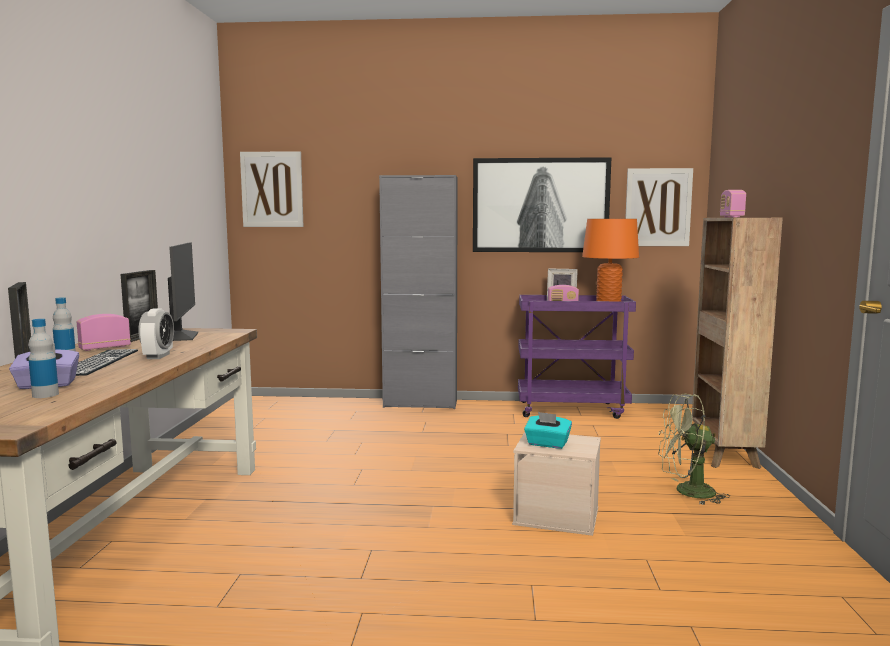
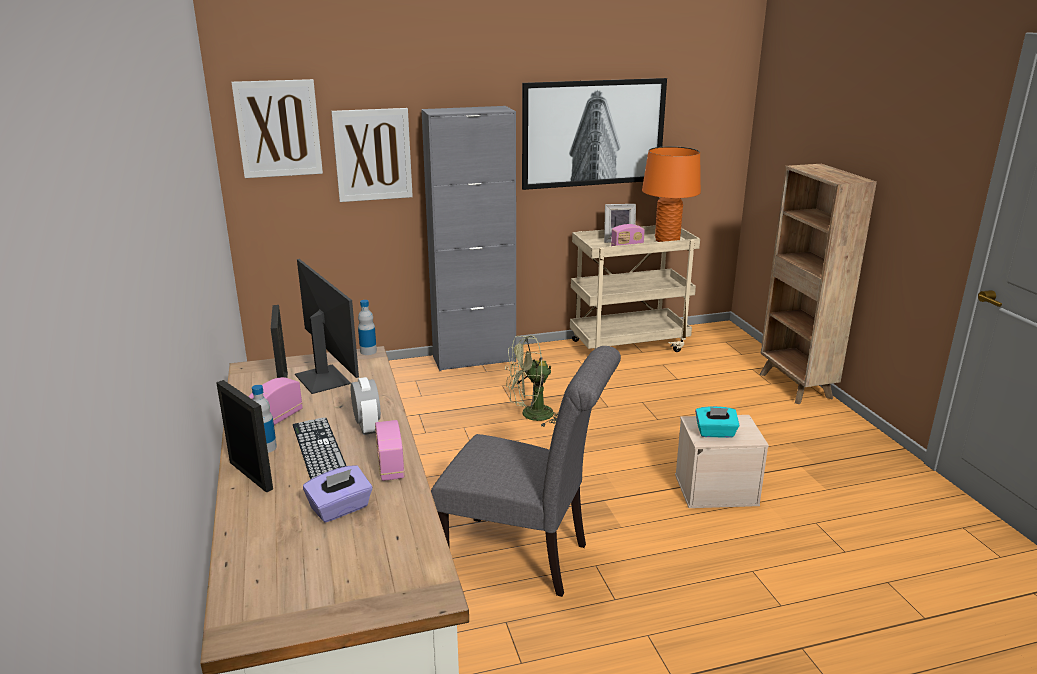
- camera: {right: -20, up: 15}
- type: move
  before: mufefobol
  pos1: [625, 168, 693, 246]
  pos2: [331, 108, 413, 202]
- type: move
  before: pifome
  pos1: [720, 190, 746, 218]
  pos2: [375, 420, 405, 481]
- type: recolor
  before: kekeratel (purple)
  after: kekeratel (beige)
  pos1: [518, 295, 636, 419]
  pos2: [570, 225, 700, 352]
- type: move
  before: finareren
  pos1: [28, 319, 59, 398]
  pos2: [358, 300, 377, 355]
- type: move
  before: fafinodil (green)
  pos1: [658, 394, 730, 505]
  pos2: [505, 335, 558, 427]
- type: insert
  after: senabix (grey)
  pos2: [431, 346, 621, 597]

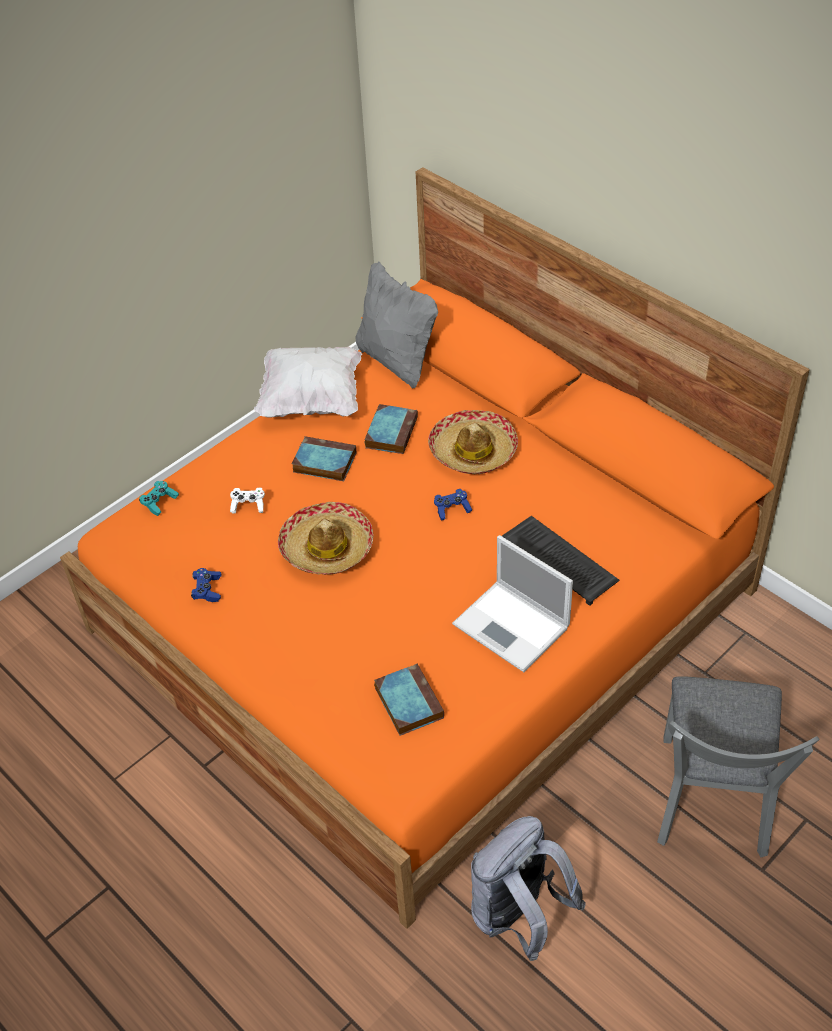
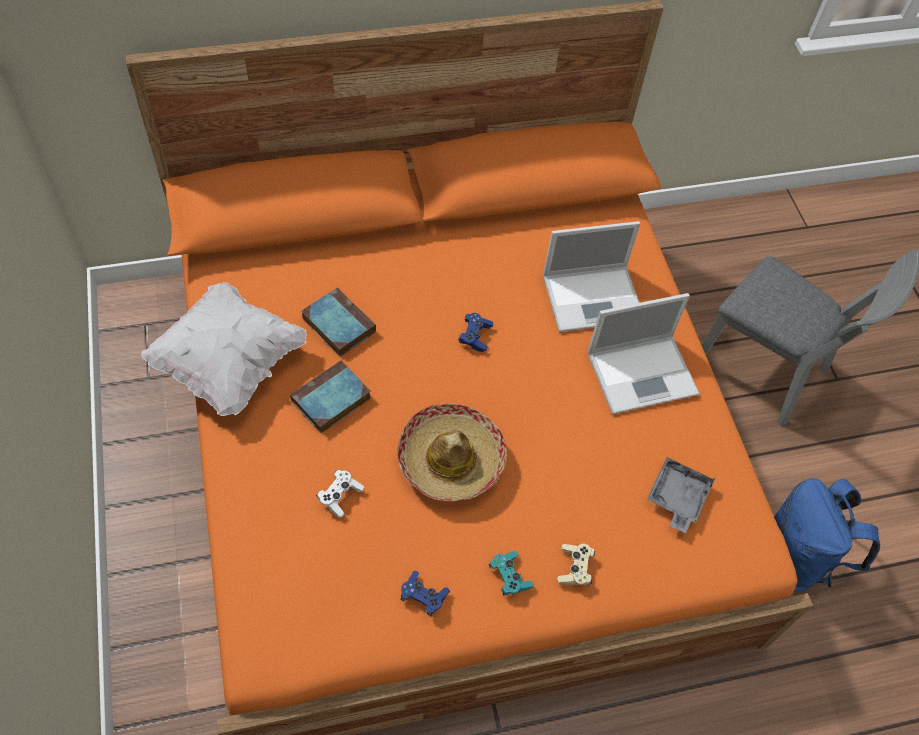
- camera: {right: -65, up: 10}
- type: delete
  before: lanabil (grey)
  pos1: [355, 262, 438, 389]
- type: delete
  before: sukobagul
  pos1: [428, 410, 518, 474]
- type: move
  before: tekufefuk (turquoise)
  pos1: [139, 481, 179, 516]
  pos2: [488, 551, 534, 596]
- type: replace
  before: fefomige
  after: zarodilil
  pos1: [502, 516, 619, 606]
  pos2: [543, 221, 640, 332]
- type: replace
  before: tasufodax
  after: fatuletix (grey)
  pos1: [374, 664, 444, 736]
  pos2: [647, 457, 715, 533]
- type: recolor
  before: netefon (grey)
  after: netefon (blue)
  pos1: [471, 816, 586, 961]
  pos2: [774, 478, 880, 592]
- type: insert
  after: tekufefuk (beige)
  pos2: [557, 544, 596, 585]

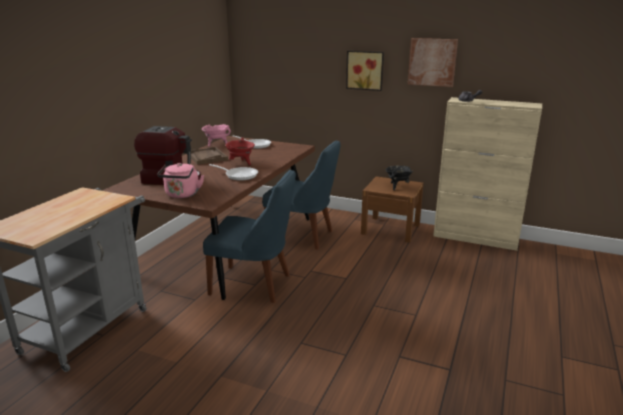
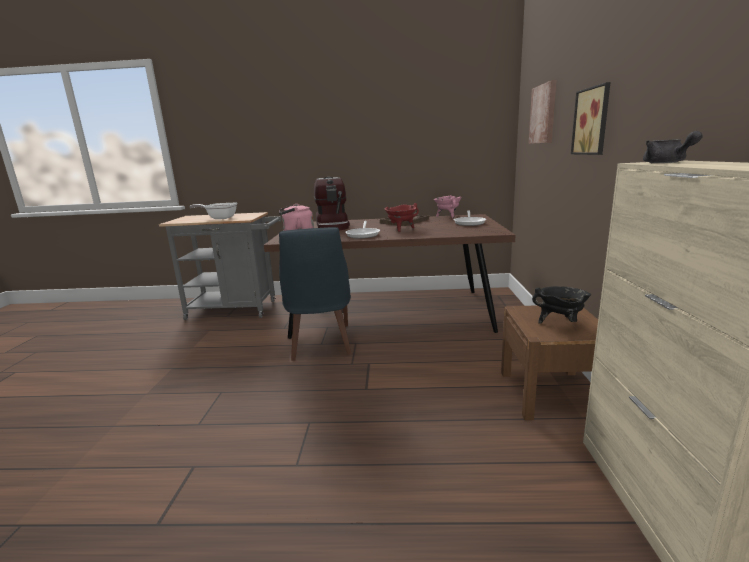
- camera: {right: 70, up: -5}
- type: move
  before: mufefobol
  pos1: [408, 38, 458, 87]
  pos2: [529, 80, 556, 144]
- type: delete
  before: senabix (blue)
  pos1: [263, 140, 340, 250]
- type: insert
  after: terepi
  pos2: [189, 203, 237, 219]

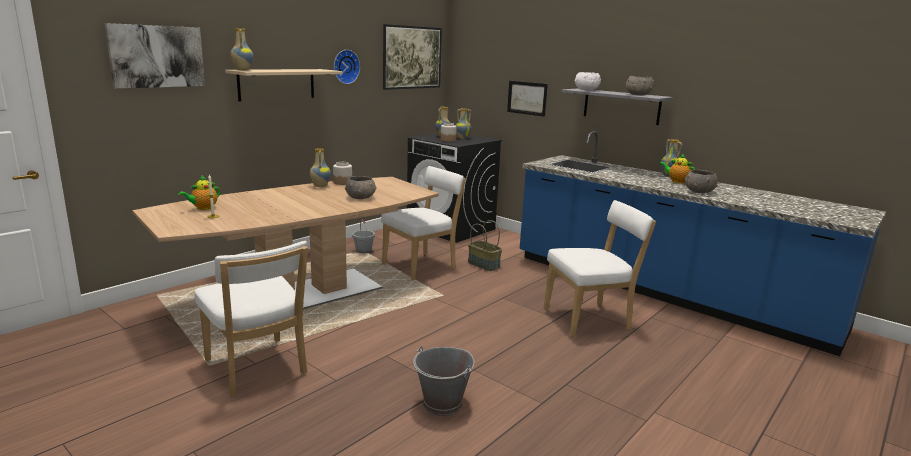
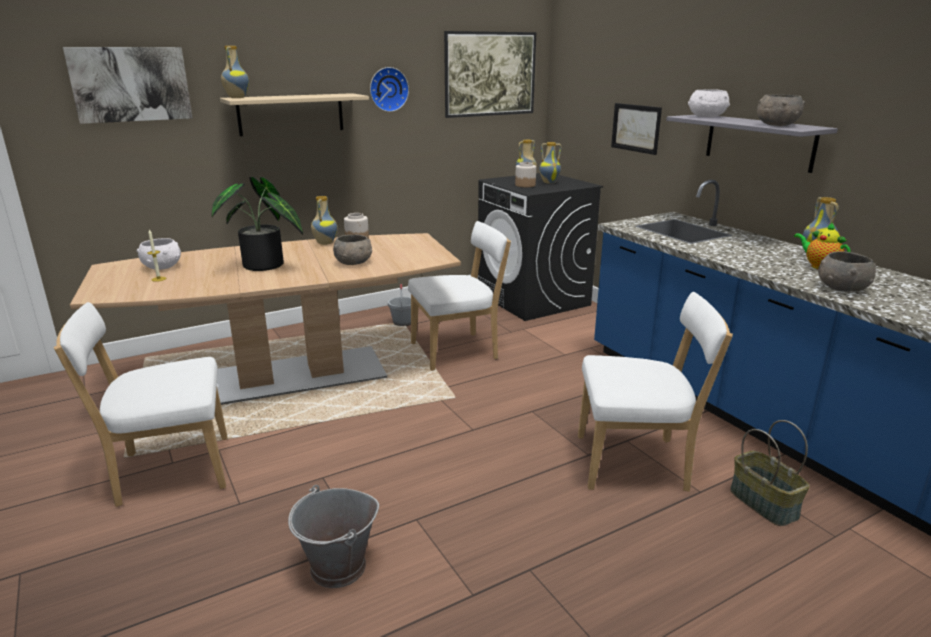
- camera: {right: 20, up: 5}
- type: replace
  before: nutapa
  after: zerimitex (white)
  pos1: [178, 175, 220, 210]
  pos2: [137, 238, 181, 270]
- type: move
  before: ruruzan
  pos1: [468, 220, 502, 271]
  pos2: [730, 420, 810, 526]
- type: rotate
  before: senabix (white)
  pos1: [194, 241, 308, 397]
  pos2: [53, 302, 228, 507]
  turn: 90
- type: insert
  after: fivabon
  pos2: [211, 177, 303, 271]

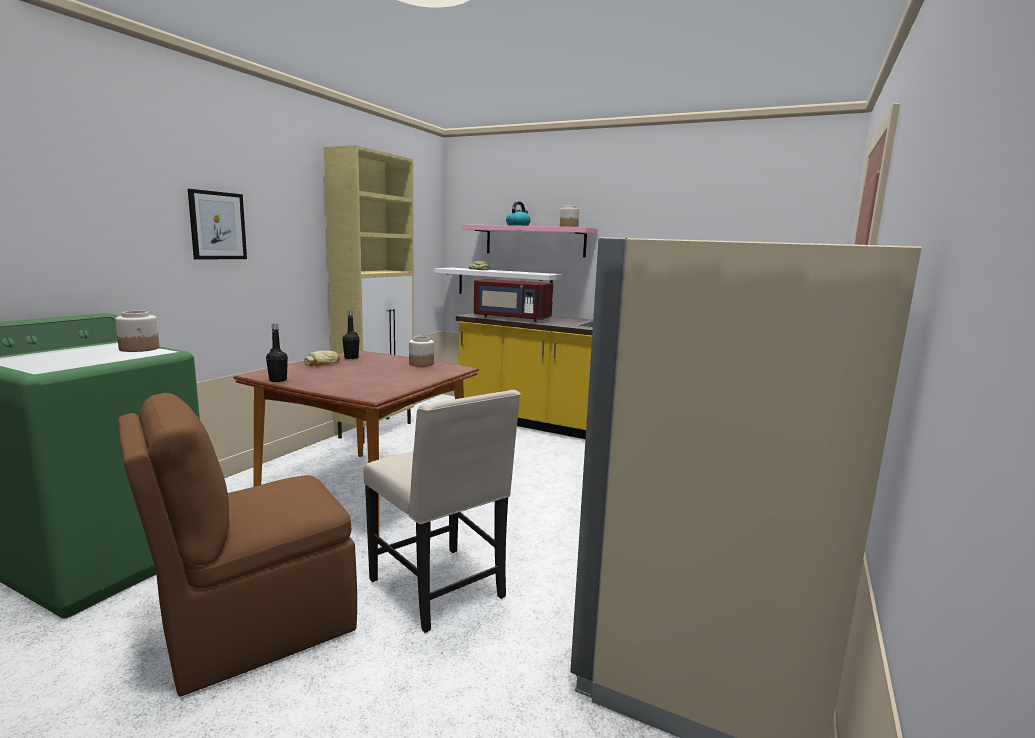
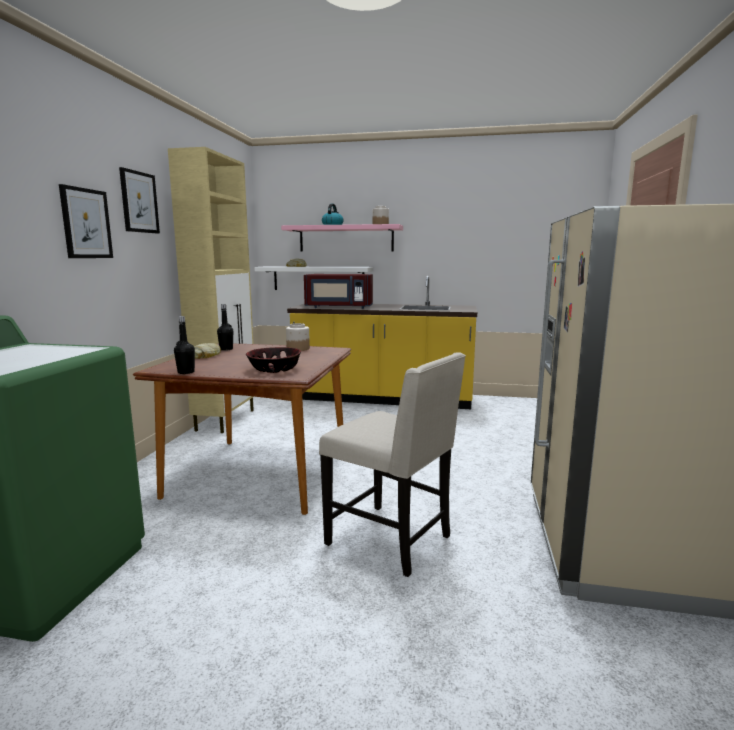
- camera: {right: -15, up: 0}
- type: delete
  before: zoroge
  pos1: [115, 311, 159, 352]
- type: delete
  before: senabix (brown)
  pos1: [118, 393, 357, 697]
- type: insert
  after: mufefobol
  pos2: [119, 167, 160, 234]
- type: insert
  after: zerimitex
  pos2: [246, 347, 301, 373]

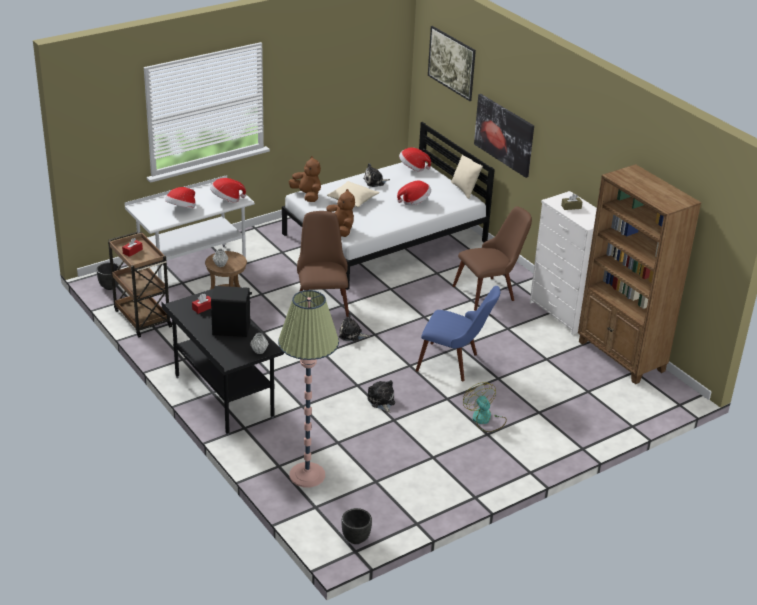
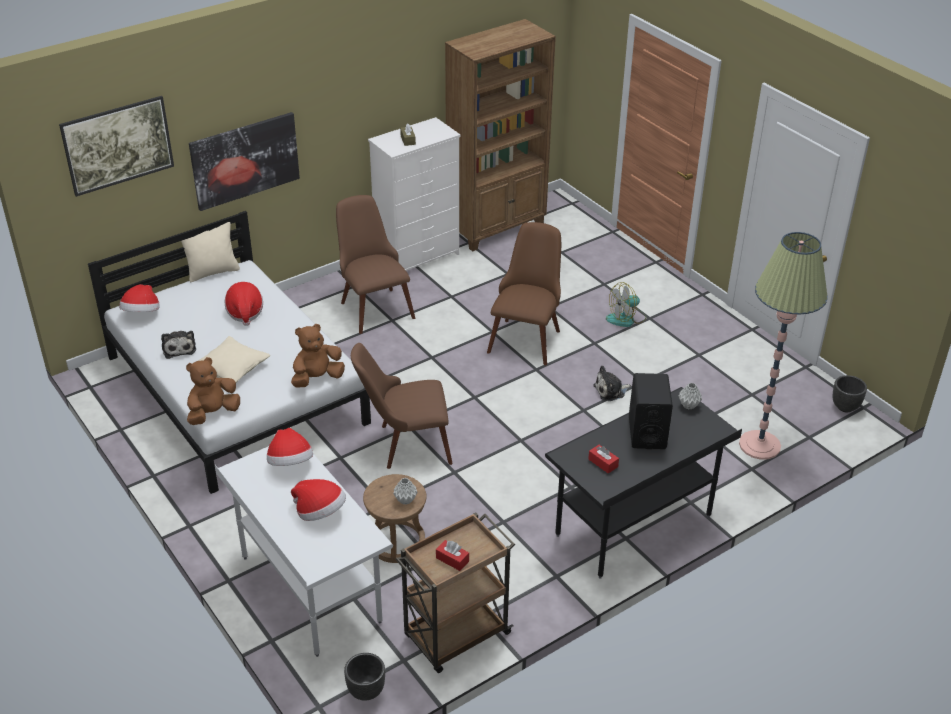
- camera: {right: -90, up: 5}
- type: recolor
  before: senabix (blue)
  after: senabix (brown)
  pos1: [416, 286, 501, 381]
  pos2: [487, 222, 561, 365]
- type: delete
  before: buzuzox
  pos1: [339, 313, 370, 342]

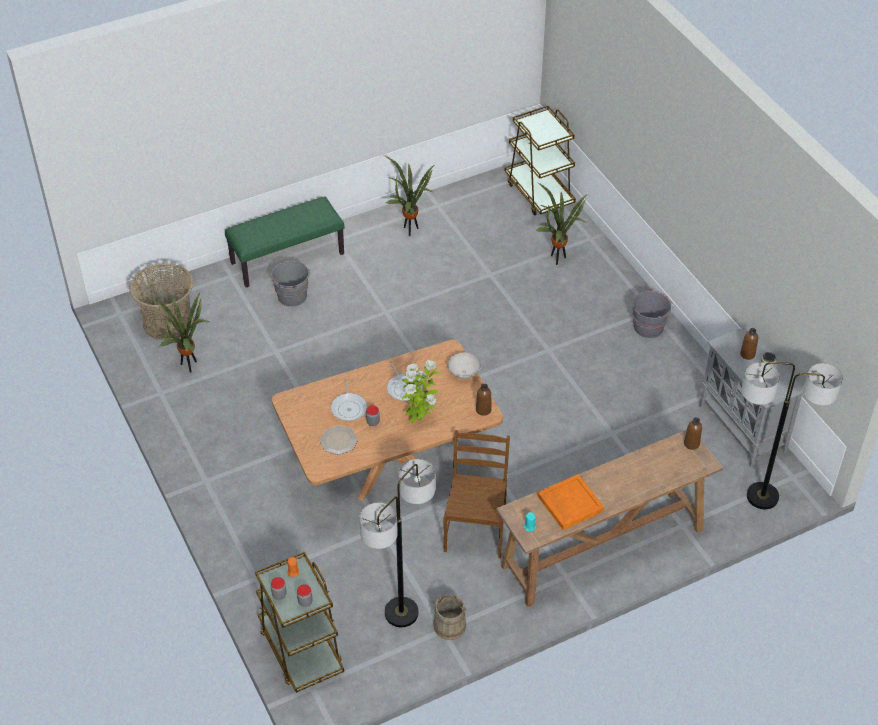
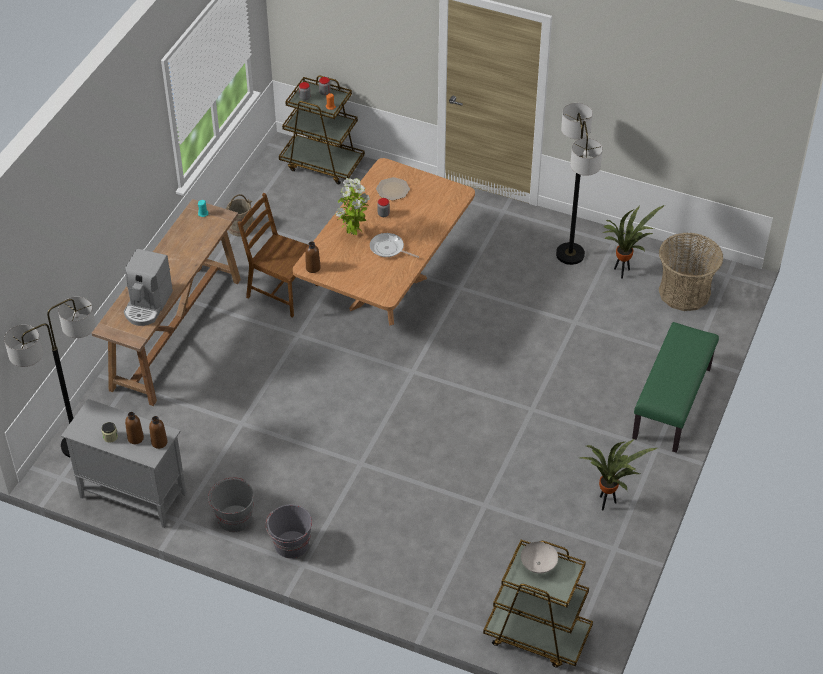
- camera: {right: 140, up: 0}
- type: delete
  before: fivabon
  pos1: [535, 182, 588, 265]
- type: move
  before: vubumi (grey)
  pos1: [271, 261, 310, 307]
  pos2: [208, 477, 254, 532]
- type: move
  before: zerimitex (white)
  pos1: [448, 353, 481, 379]
  pos2: [521, 542, 558, 574]
- type: delete
  before: terepi
  pos1: [331, 379, 367, 421]
- type: move
  before: finareren (brown)
  pos1: [684, 417, 702, 450]
  pos2: [149, 416, 168, 449]
- type: rotate
  before: senabix (brown)
  pos1: [444, 430, 510, 558]
  pos2: [238, 193, 318, 318]
  turn: 150
- type: move
  before: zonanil
  pos1: [359, 459, 435, 627]
  pos2: [556, 103, 603, 265]
- type: delete
  before: fatuletix (orange)
  pos1: [538, 474, 604, 530]
- type: insert
  after: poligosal
  pos2: [124, 249, 173, 326]

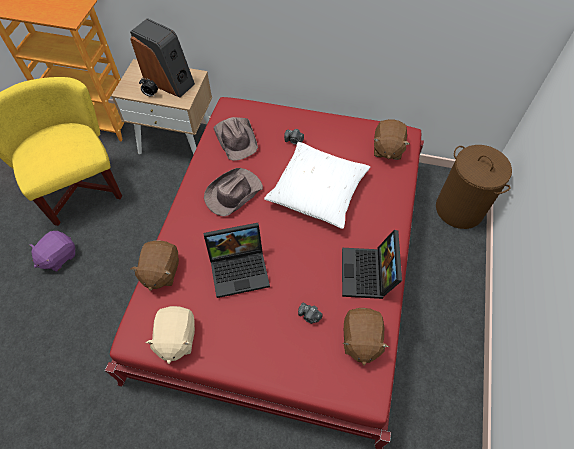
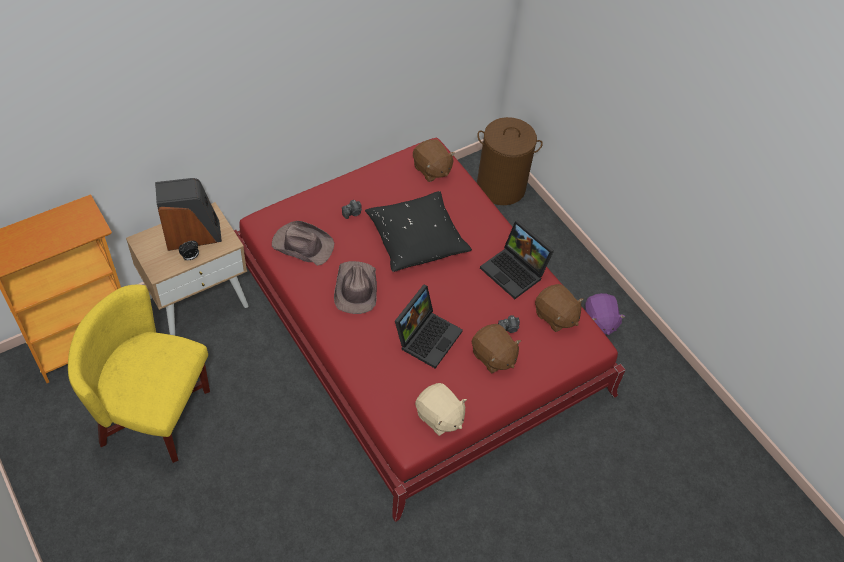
- camera: {right: -50, up: -5}
- type: recolor
  before: lanabil (white)
  after: lanabil (black)
  pos1: [264, 142, 370, 229]
  pos2: [365, 191, 472, 272]
- type: move
  before: buzuzox (purple)
  pos1: [29, 231, 75, 272]
  pos2: [585, 293, 625, 335]
- type: move
  before: buzuzox (brown)
  pos1: [131, 240, 179, 291]
  pos2: [472, 324, 521, 373]

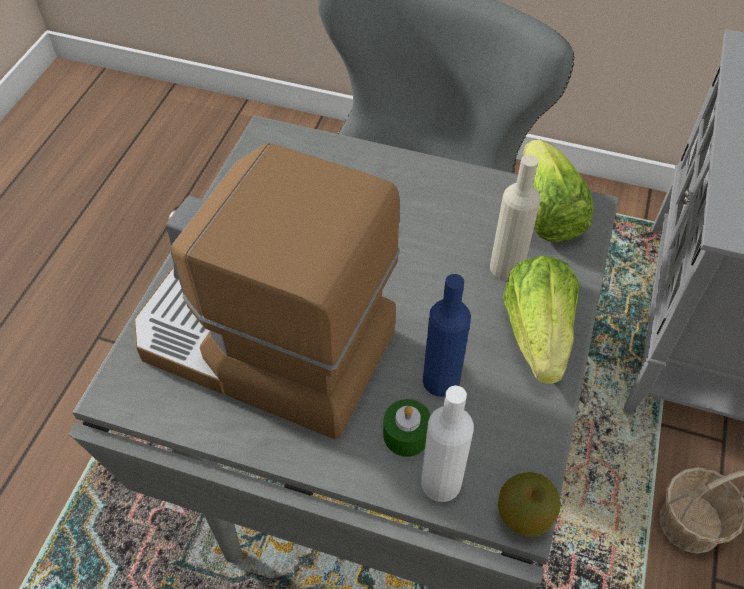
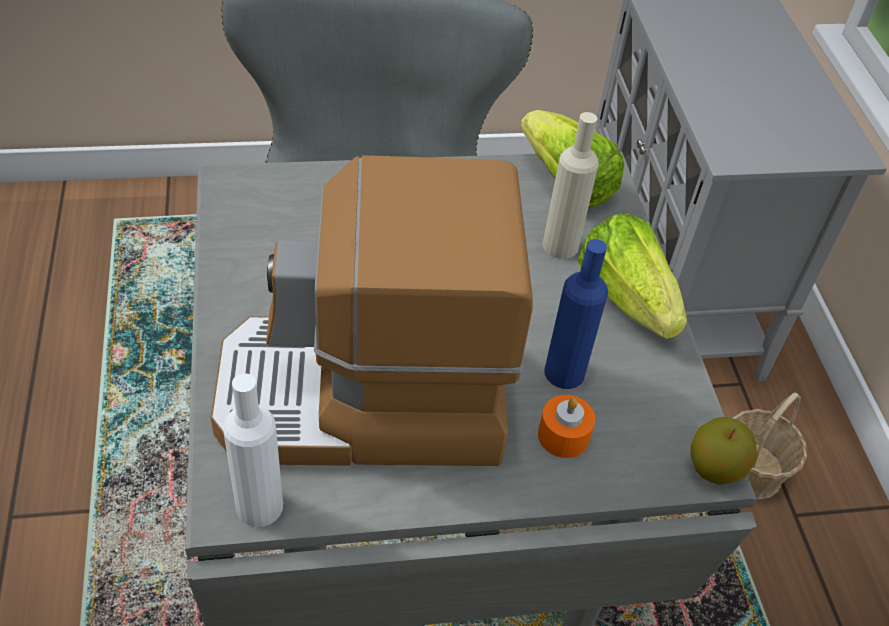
- camera: {right: -30, up: -5}
- type: move
  before: finareren (white)
  pos1: [421, 386, 474, 502]
  pos2: [223, 374, 283, 527]
- type: recolor
  before: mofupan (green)
  after: mofupan (orange)
  pos1: [383, 399, 431, 457]
  pos2: [538, 395, 595, 458]

